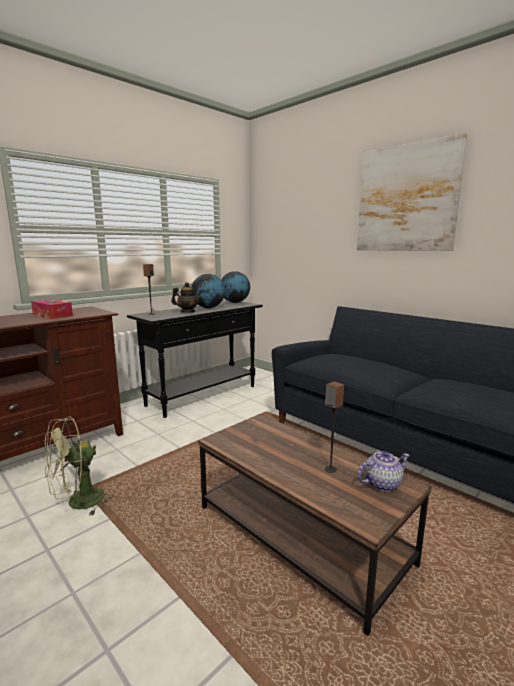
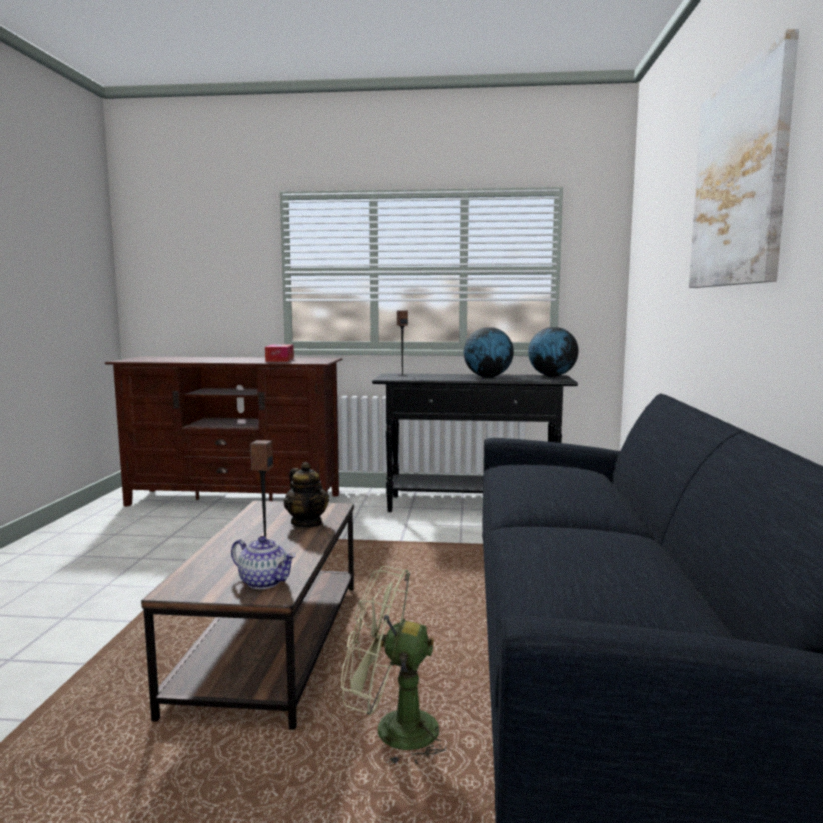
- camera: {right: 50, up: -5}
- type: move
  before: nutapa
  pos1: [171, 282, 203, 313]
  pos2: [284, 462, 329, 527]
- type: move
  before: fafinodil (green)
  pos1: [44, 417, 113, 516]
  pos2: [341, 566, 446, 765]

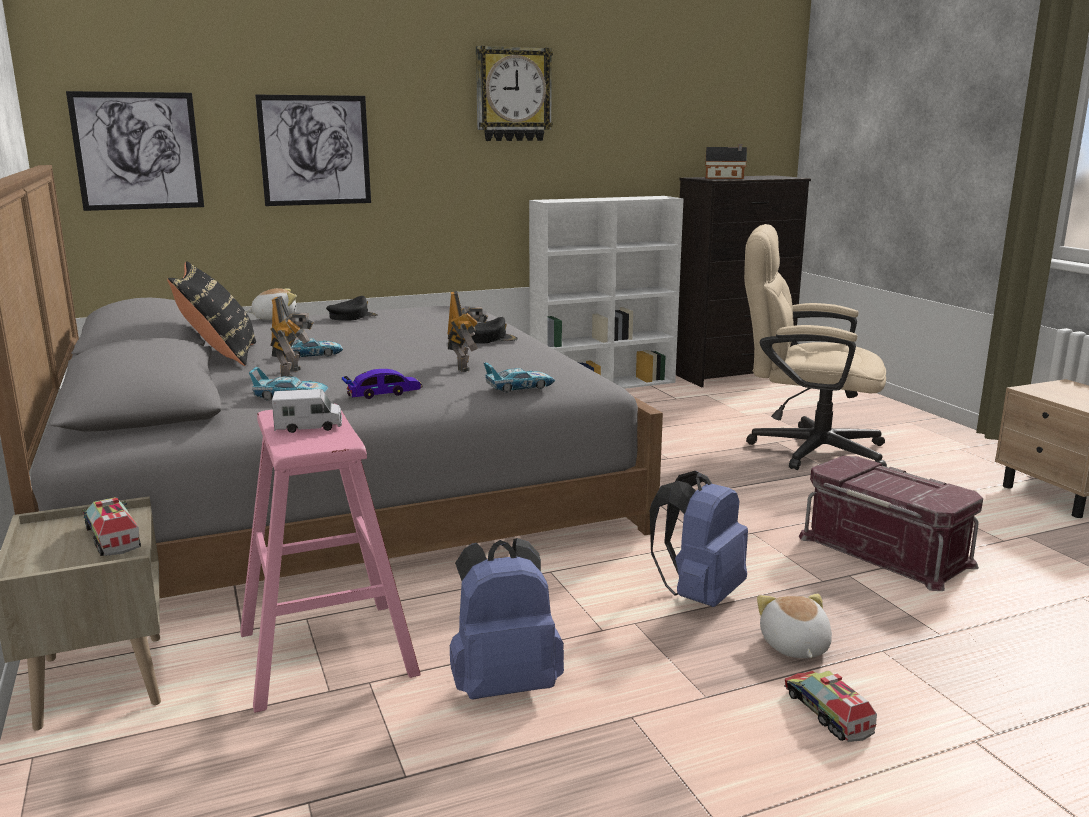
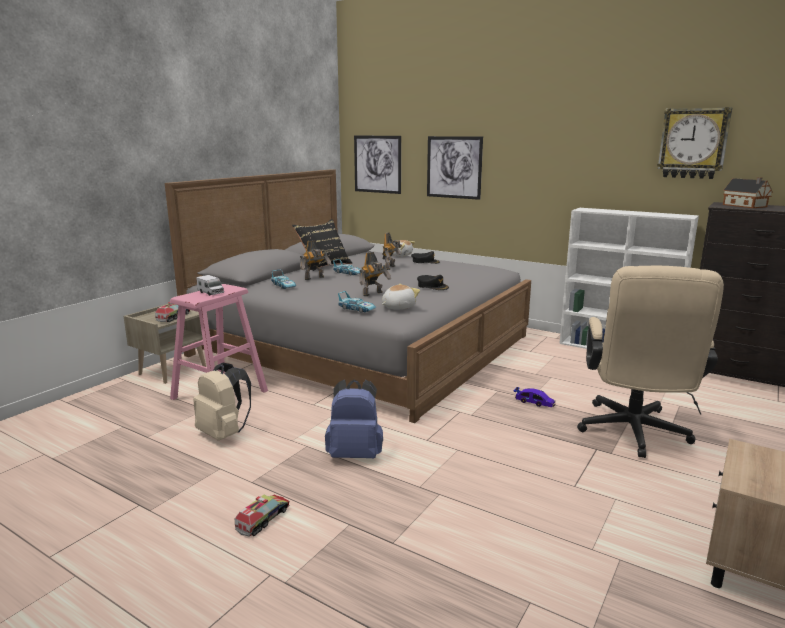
- camera: {right: 55, up: 0}
- type: move
  before: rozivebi
  pos1: [476, 46, 553, 141]
  pos2: [657, 107, 732, 179]
- type: rotate
  before: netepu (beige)
  pos1: [744, 224, 887, 470]
  pos2: [577, 266, 724, 458]
  turn: -150
- type: move
  before: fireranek
  pos1: [342, 369, 423, 399]
  pos2: [513, 387, 556, 407]
- type: delete
  before: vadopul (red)
  pos1: [799, 456, 983, 591]
- type: recolor
  before: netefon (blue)
  after: netefon (beige)
  pos1: [450, 538, 564, 700]
  pos2: [193, 362, 251, 441]
- type: move
  before: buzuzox
  pos1: [757, 594, 832, 658]
  pos2: [382, 284, 420, 309]
- type: insert
  after: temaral
  pos2: [382, 232, 402, 270]

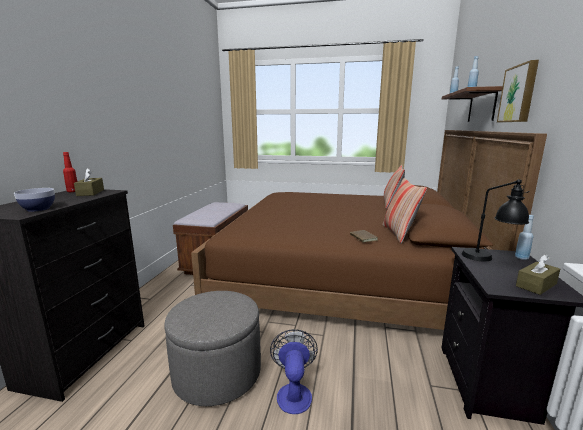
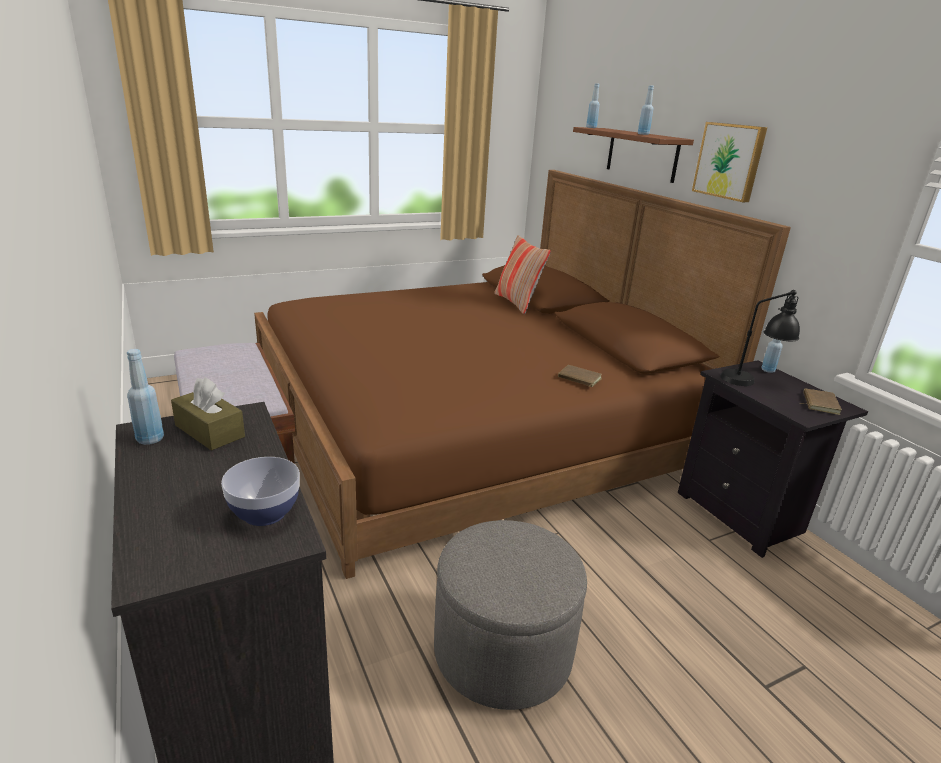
- camera: {right: -40, up: 10}
- type: recolor
  before: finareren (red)
  after: finareren (blue)
  pos1: [63, 152, 77, 192]
  pos2: [127, 349, 164, 445]
- type: delete
  before: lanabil
  pos1: [382, 178, 427, 243]
- type: replace
  before: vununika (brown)
  after: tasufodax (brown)
  pos1: [516, 254, 560, 295]
  pos2: [800, 388, 842, 415]
- type: delete
  before: fafinodil
  pos1: [270, 329, 318, 414]

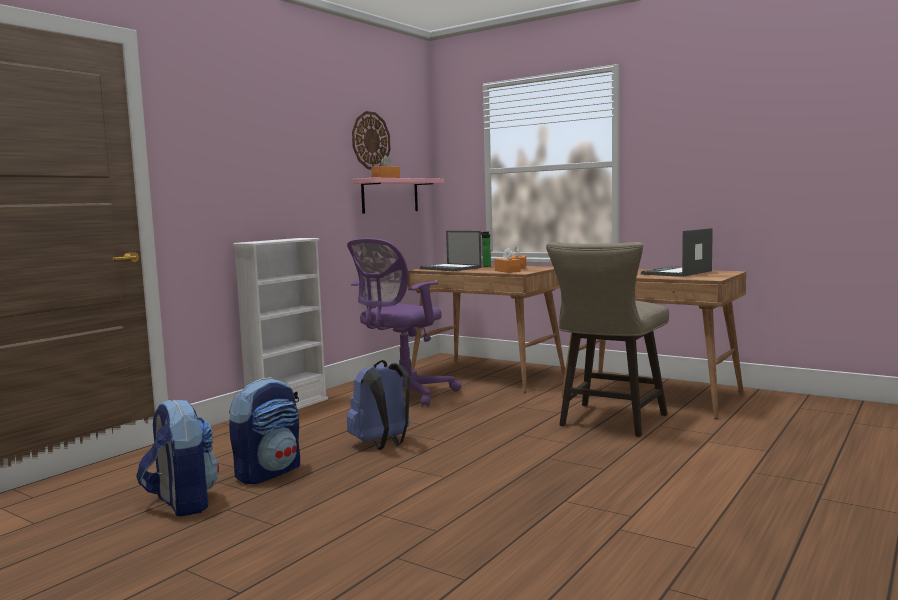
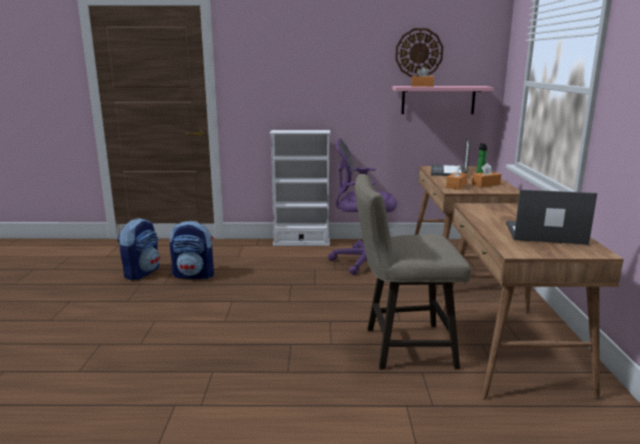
- camera: {right: 55, up: 10}
- type: delete
  before: netefon (blue)
  pos1: [347, 360, 410, 450]

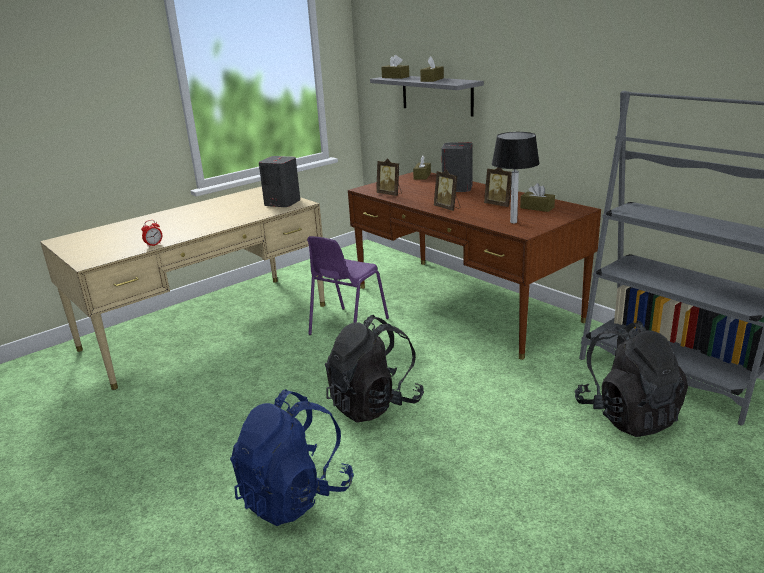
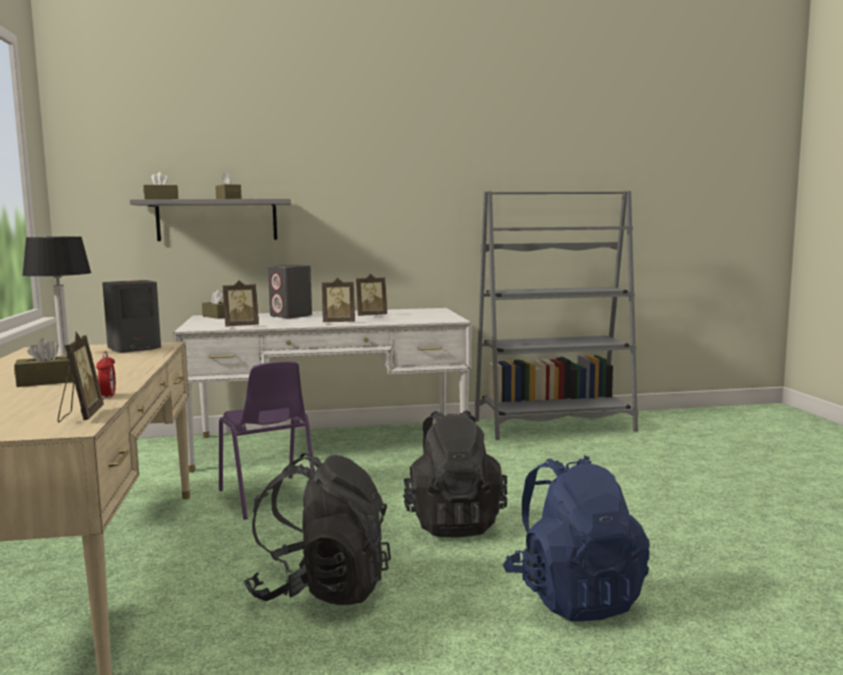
- camera: {right: -60, up: -15}
- type: move
  before: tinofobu
  pos1: [492, 132, 540, 223]
  pos2: [22, 236, 91, 356]
- type: recolor
  before: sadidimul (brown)
  after: sadidimul (white)
  pos1: [348, 172, 601, 360]
  pos2: [173, 308, 472, 472]
- type: move
  before: vununika (brown)
  pos1: [520, 183, 555, 212]
  pos2: [14, 338, 74, 387]
- type: move
  before: netefon (black)
  pos1: [575, 321, 688, 437]
  pos2: [244, 453, 391, 605]
- type: insert
  after: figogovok
  pos2: [58, 332, 104, 423]

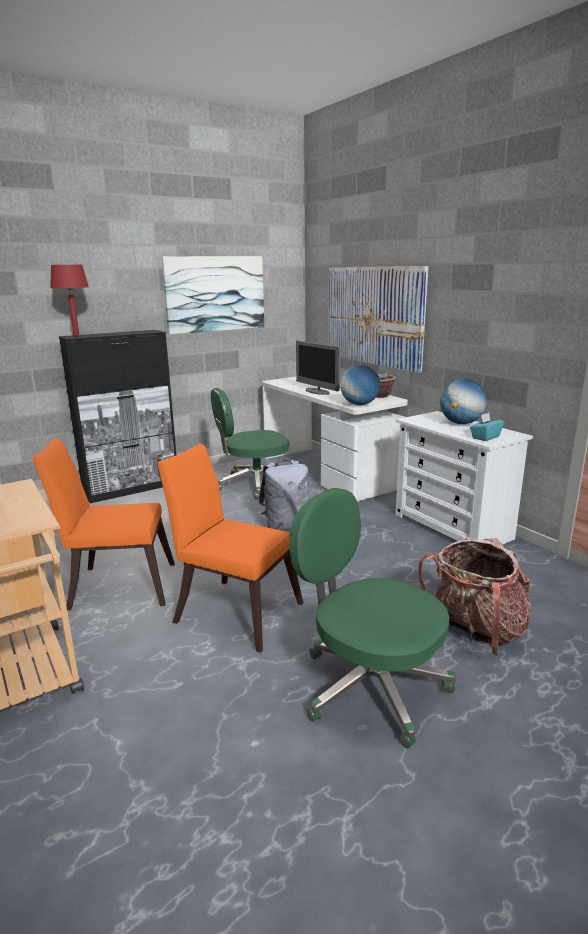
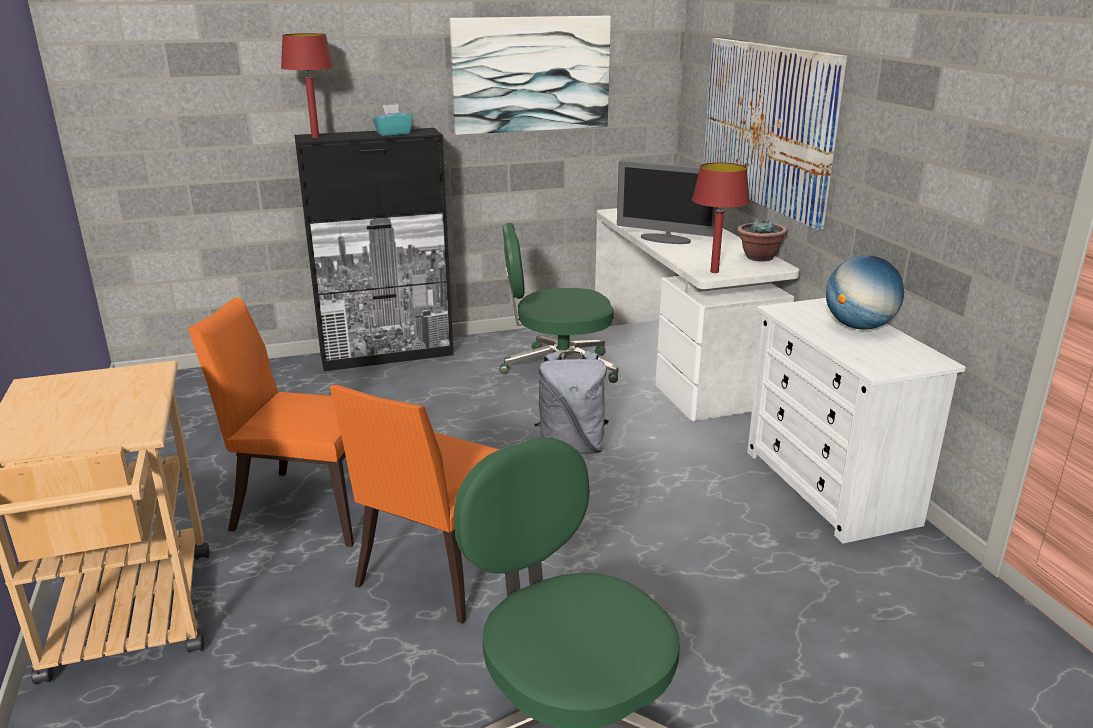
- camera: {right: 15, up: 5}
- type: rotate
  before: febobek
  pos1: [296, 341, 340, 395]
  pos2: [617, 160, 719, 244]
  turn: -45
- type: replace
  before: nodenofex
  after: tinofobu (red)
  pos1: [340, 365, 380, 405]
  pos2: [692, 162, 750, 273]
- type: move
  before: vununika (turquoise)
  pos1: [470, 413, 504, 441]
  pos2: [373, 104, 413, 136]
- type: rotate
  before: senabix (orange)
  pos1: [157, 444, 304, 653]
  pos2: [330, 384, 499, 624]
  turn: -105
- type: delete
  before: netefon
  pos1: [418, 537, 531, 656]

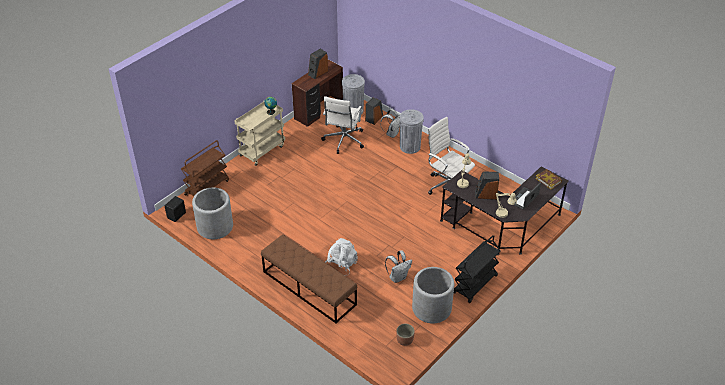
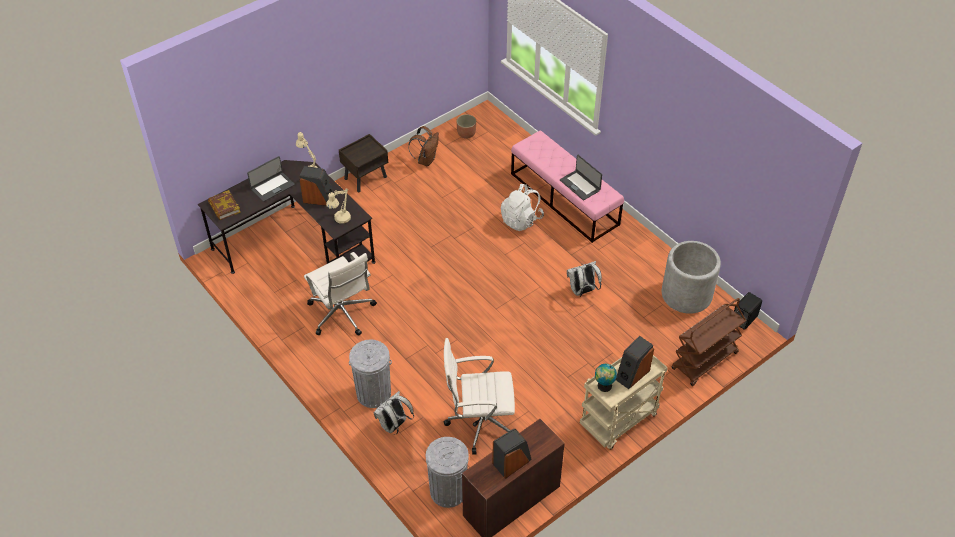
- camera: {right: -170, up: 5}
- type: rotate
  before: netepu (white)
  pos1: [321, 96, 364, 154]
  pos2: [444, 338, 515, 455]
  turn: -120
- type: move
  before: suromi
  pos1: [365, 97, 383, 125]
  pos2: [616, 336, 654, 389]
- type: recolor
  before: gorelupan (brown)
  after: gorelupan (pink)
  pos1: [261, 234, 357, 324]
  pos2: [511, 131, 624, 243]
- type: replace
  before: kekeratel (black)
  after: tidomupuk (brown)
  pos1: [454, 235, 501, 303]
  pos2: [339, 134, 388, 192]
- type: move
  before: netefon (white)
  pos1: [385, 250, 412, 283]
  pos2: [567, 261, 602, 297]
- type: replace
  before: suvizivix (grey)
  after: netefon (brown)
  pos1: [412, 267, 454, 323]
  pos2: [408, 126, 439, 166]
- type: insert
  after: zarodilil
  pos2: [560, 155, 602, 200]

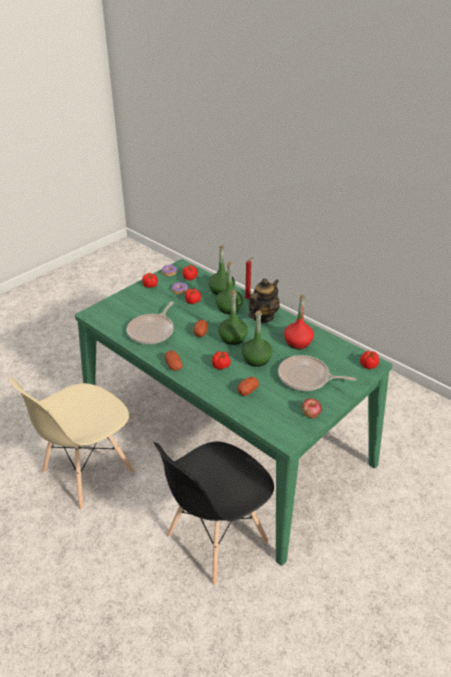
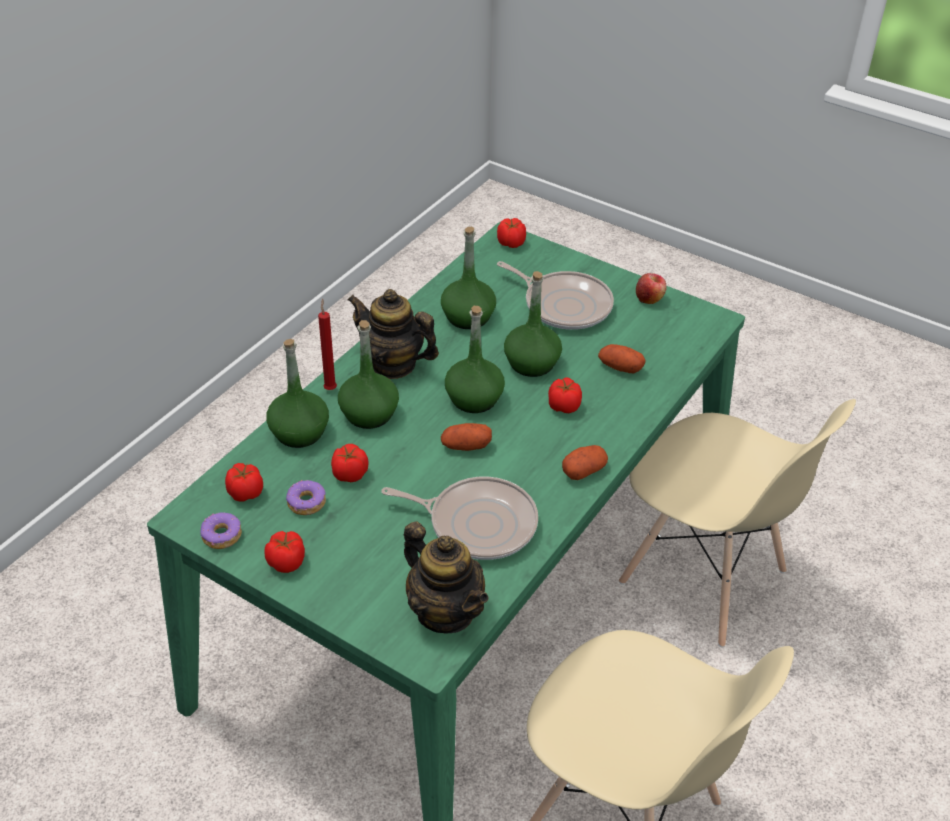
- camera: {right: -100, up: 5}
- type: recolor
  before: finareren (red)
  after: finareren (green)
  pos1: [284, 295, 314, 349]
  pos2: [441, 227, 496, 329]
- type: rotate
  before: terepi
  pos1: [278, 355, 356, 391]
  pos2: [497, 261, 614, 330]
  turn: -60
- type: recolor
  before: senabix (black)
  after: senabix (beige)
  pos1: [153, 441, 274, 586]
  pos2: [619, 399, 856, 647]
- type: insert
  after: nutapa
  pos2: [404, 521, 488, 633]

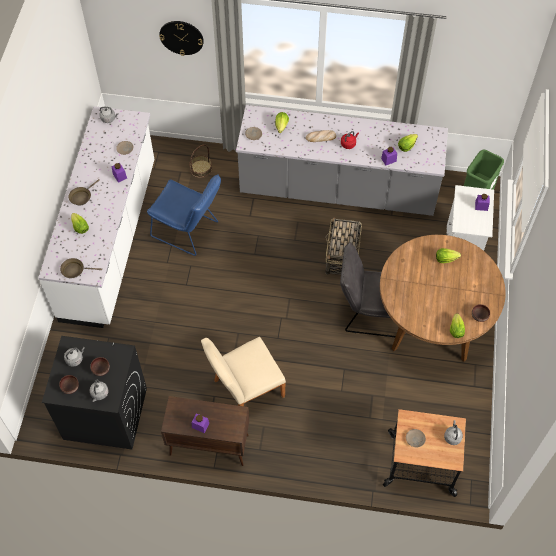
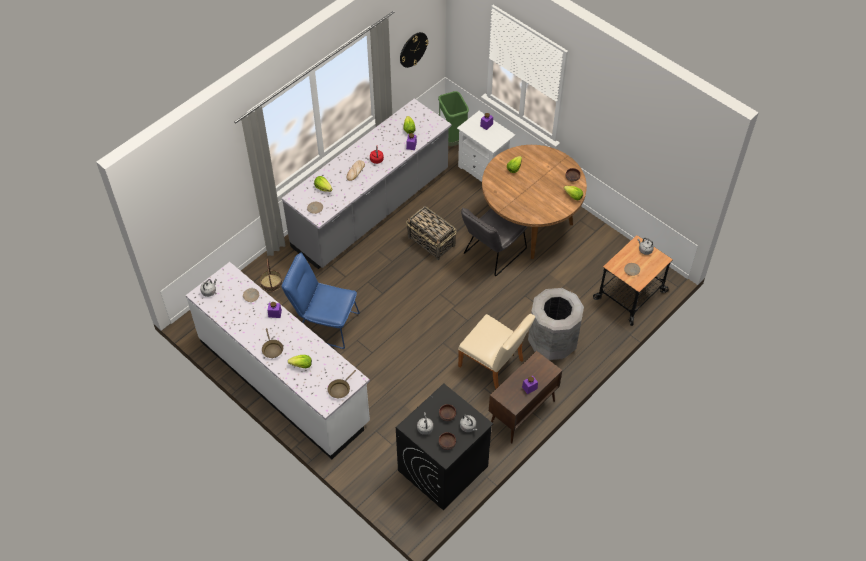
- camera: {right: -55, up: -5}
- type: move
  before: rozivebi
  pos1: [159, 21, 204, 56]
  pos2: [400, 32, 429, 68]
- type: rotate
  before: senabix (blue)
  pos1: [147, 174, 221, 256]
  pos2: [282, 253, 360, 349]
  turn: -135
- type: rotate
  before: senabix (beige)
  pos1: [201, 337, 286, 406]
  pos2: [458, 314, 535, 389]
  turn: -60
- type: insert
  after: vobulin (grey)
  pos2: [528, 288, 584, 360]

